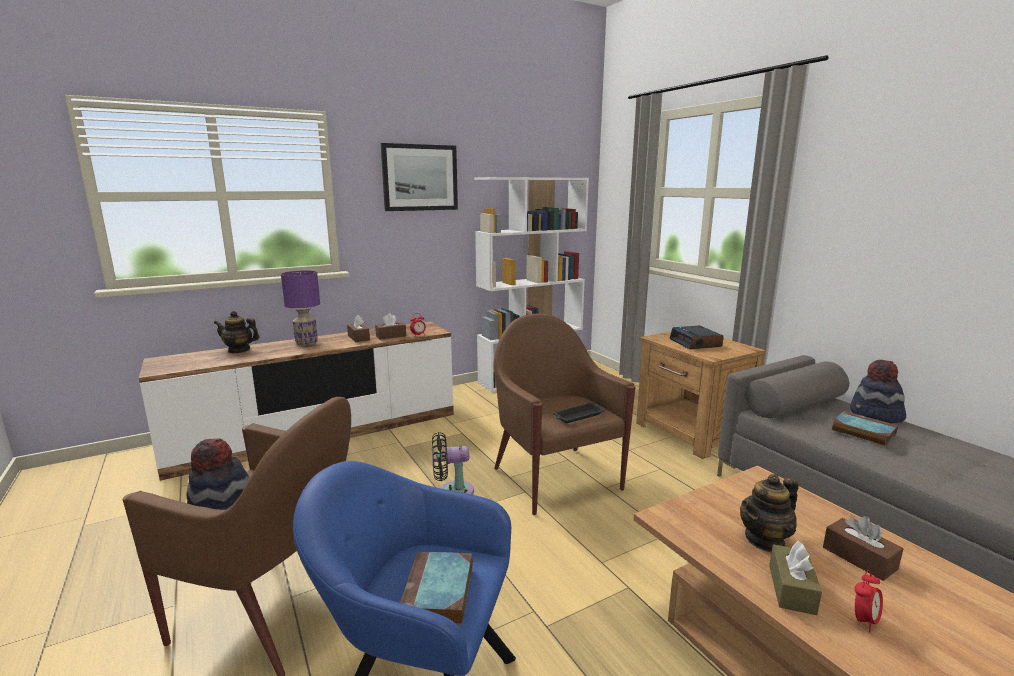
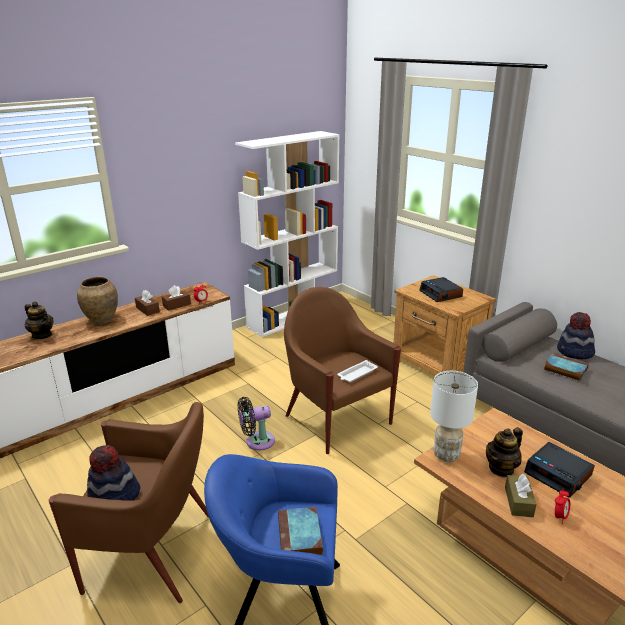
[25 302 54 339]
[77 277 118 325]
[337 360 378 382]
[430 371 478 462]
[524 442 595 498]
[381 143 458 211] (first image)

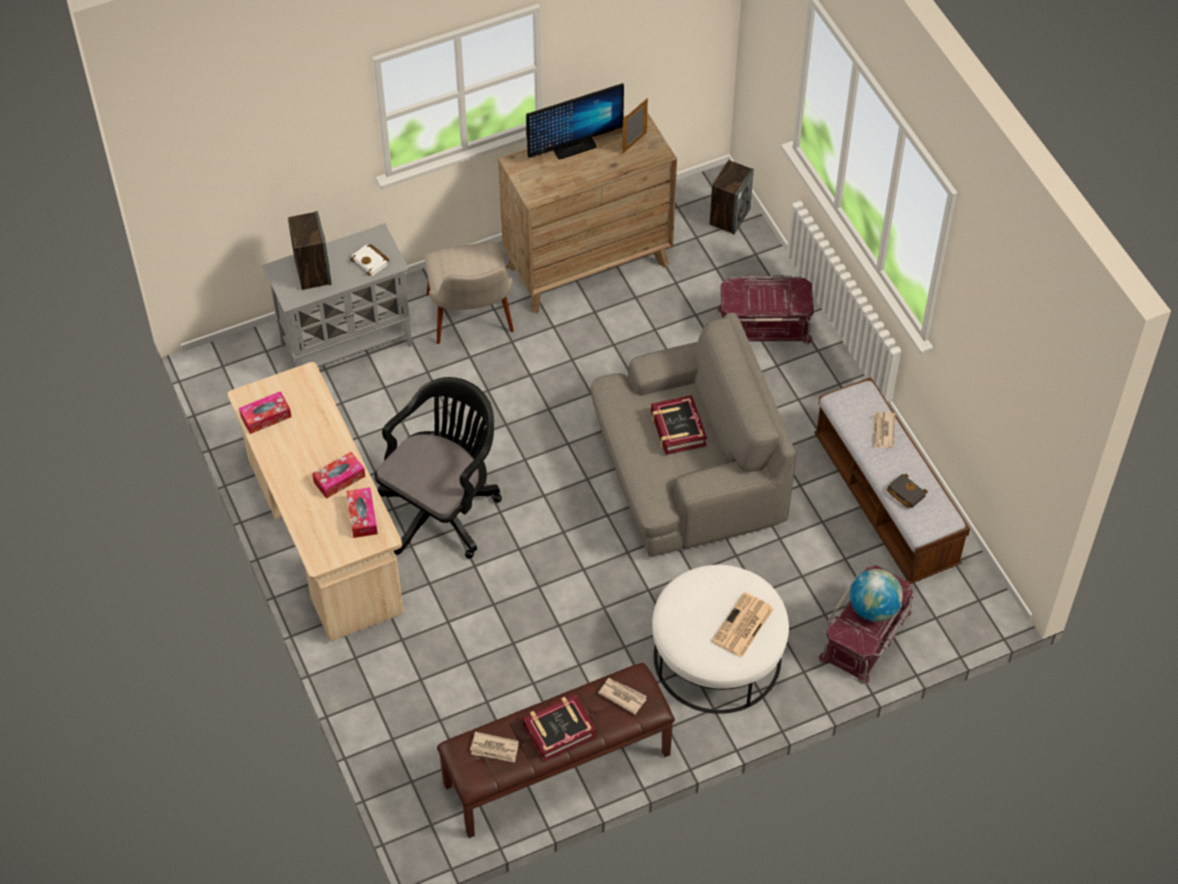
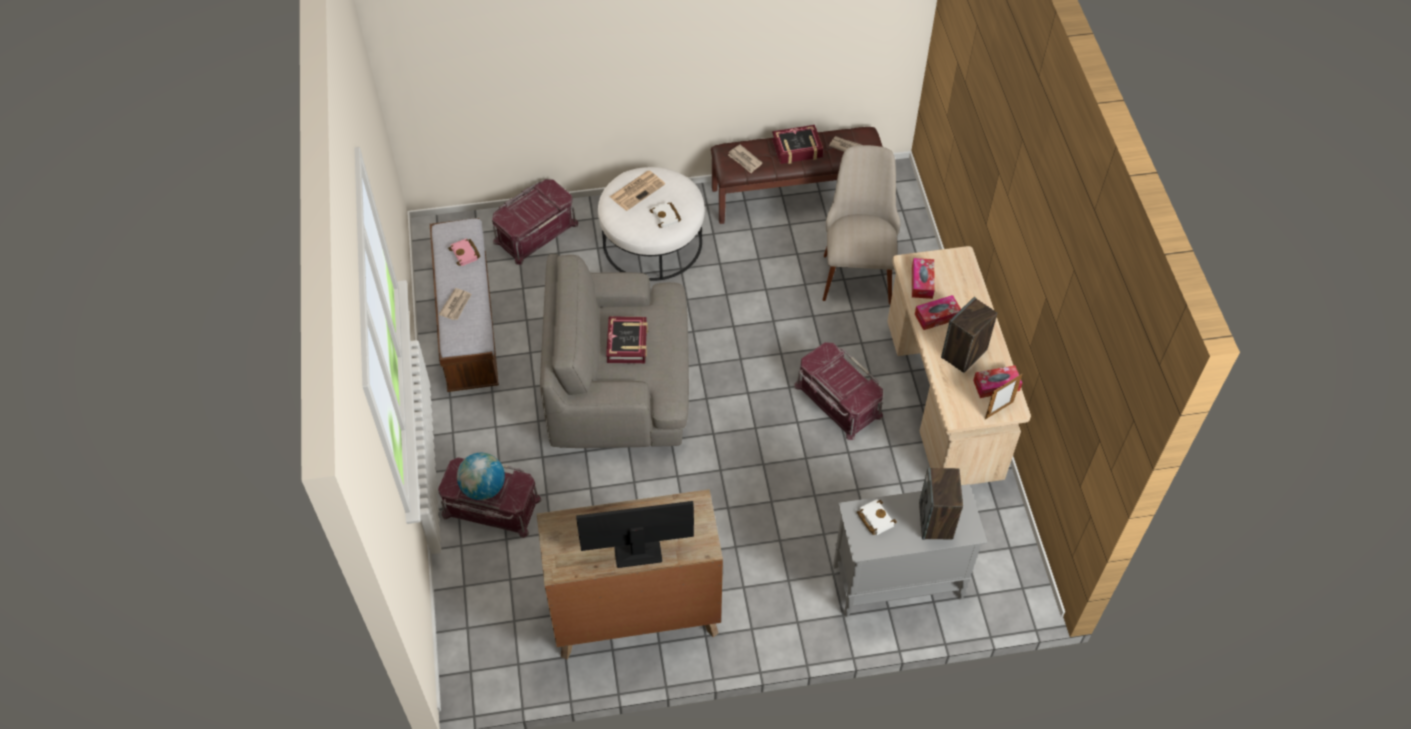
[448 238 480 266]
[457 453 505 500]
[650 202 681 228]
[794 342 883 440]
[823 145 900 304]
[941 297 997 373]
[985 374 1022 419]

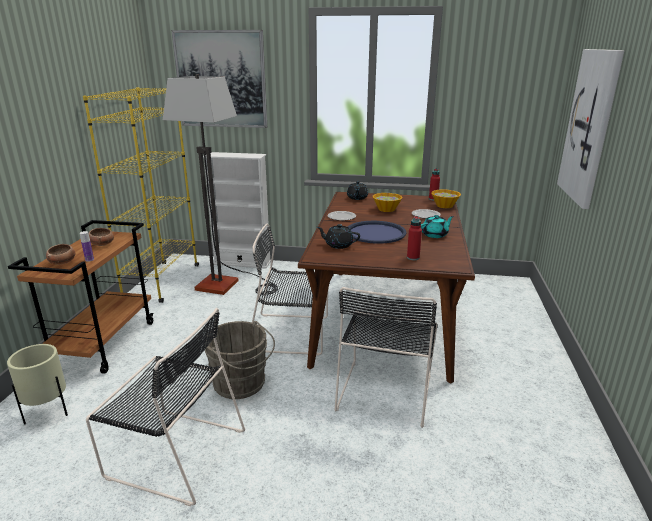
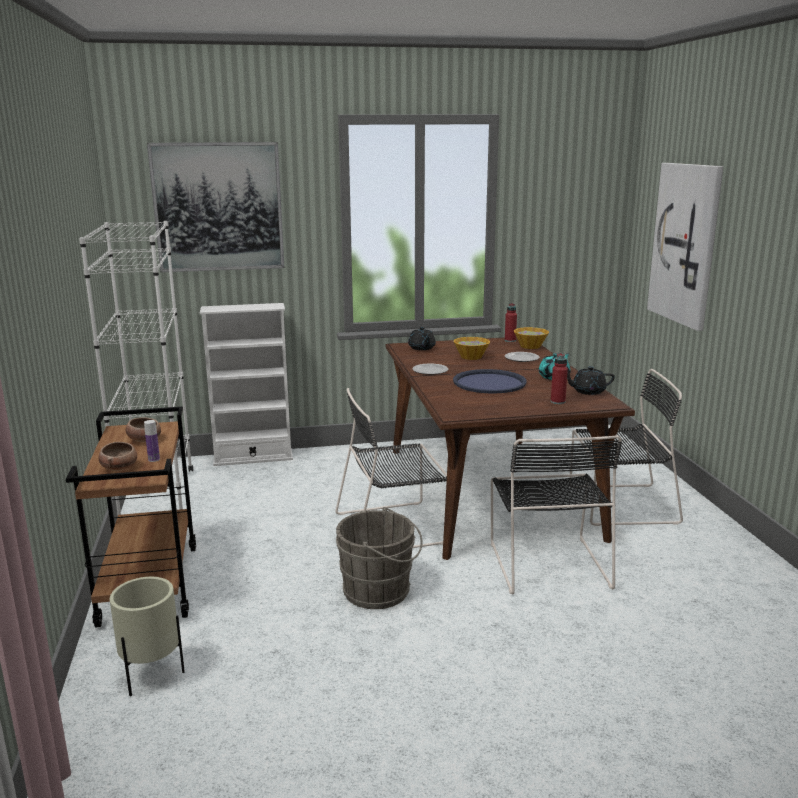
[79 221 193 515]
[567 366 615 395]
[570 369 683 526]
[163 74 278 295] (first image)

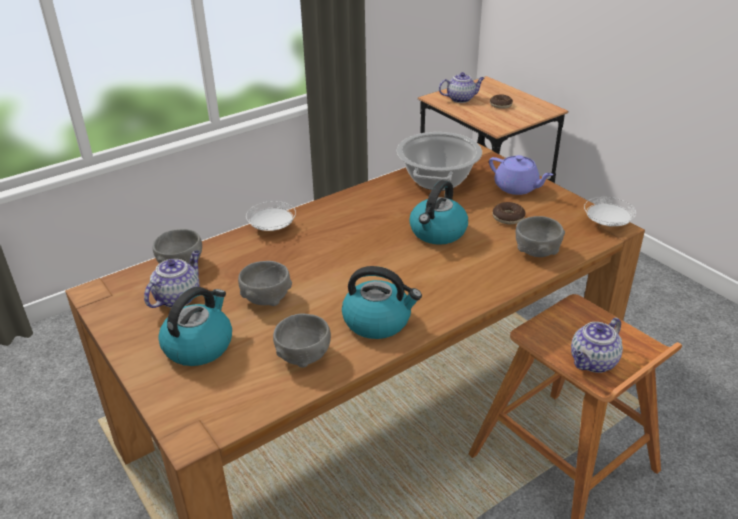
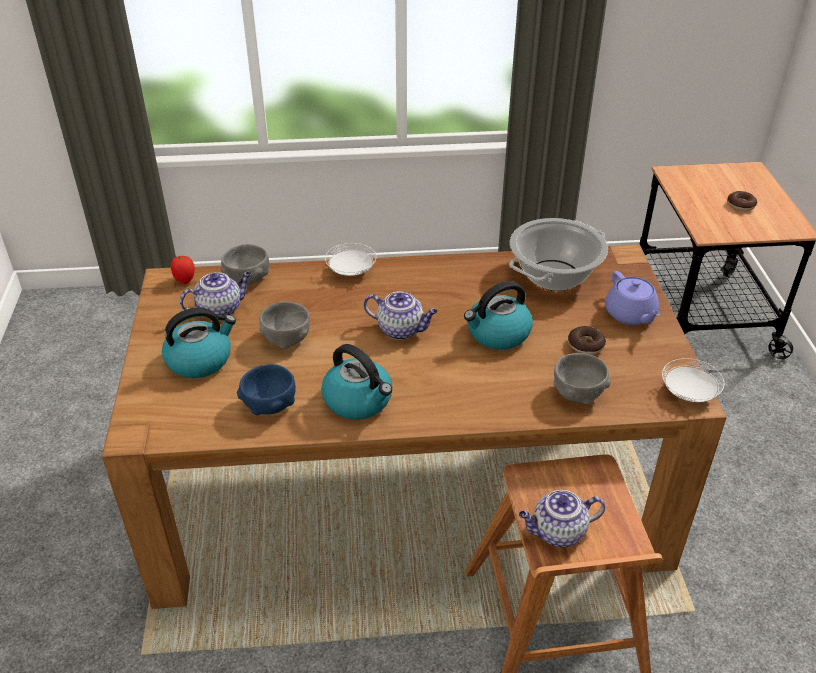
[171 256 195 284]
[237 364 296 416]
[364 291 438 340]

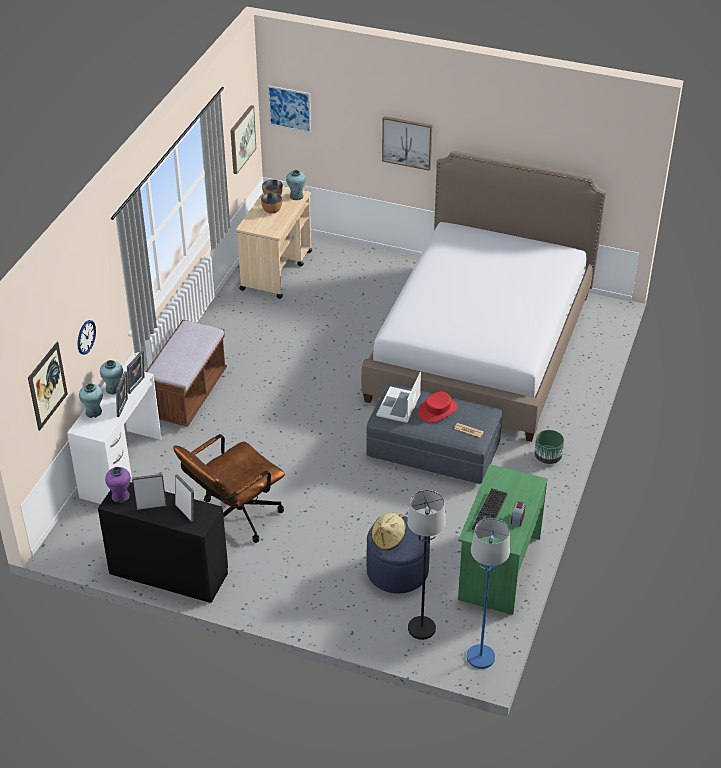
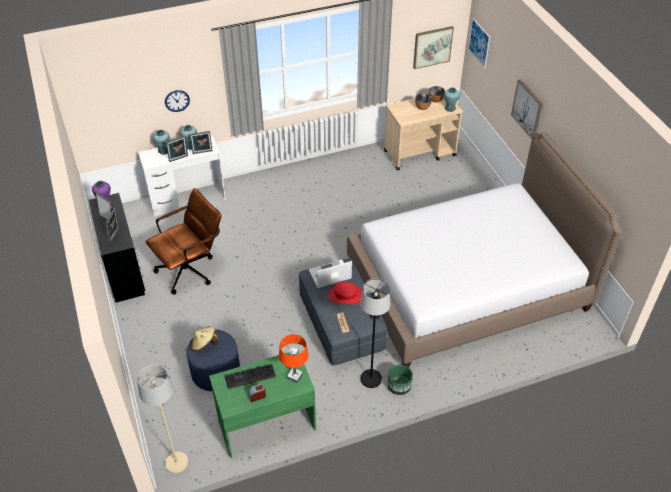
[137 365 188 474]
[146 188 222 295]
[279 334 309 383]
[360 279 391 388]
[28 342 68 431] (first image)
[146 320 227 427] (first image)

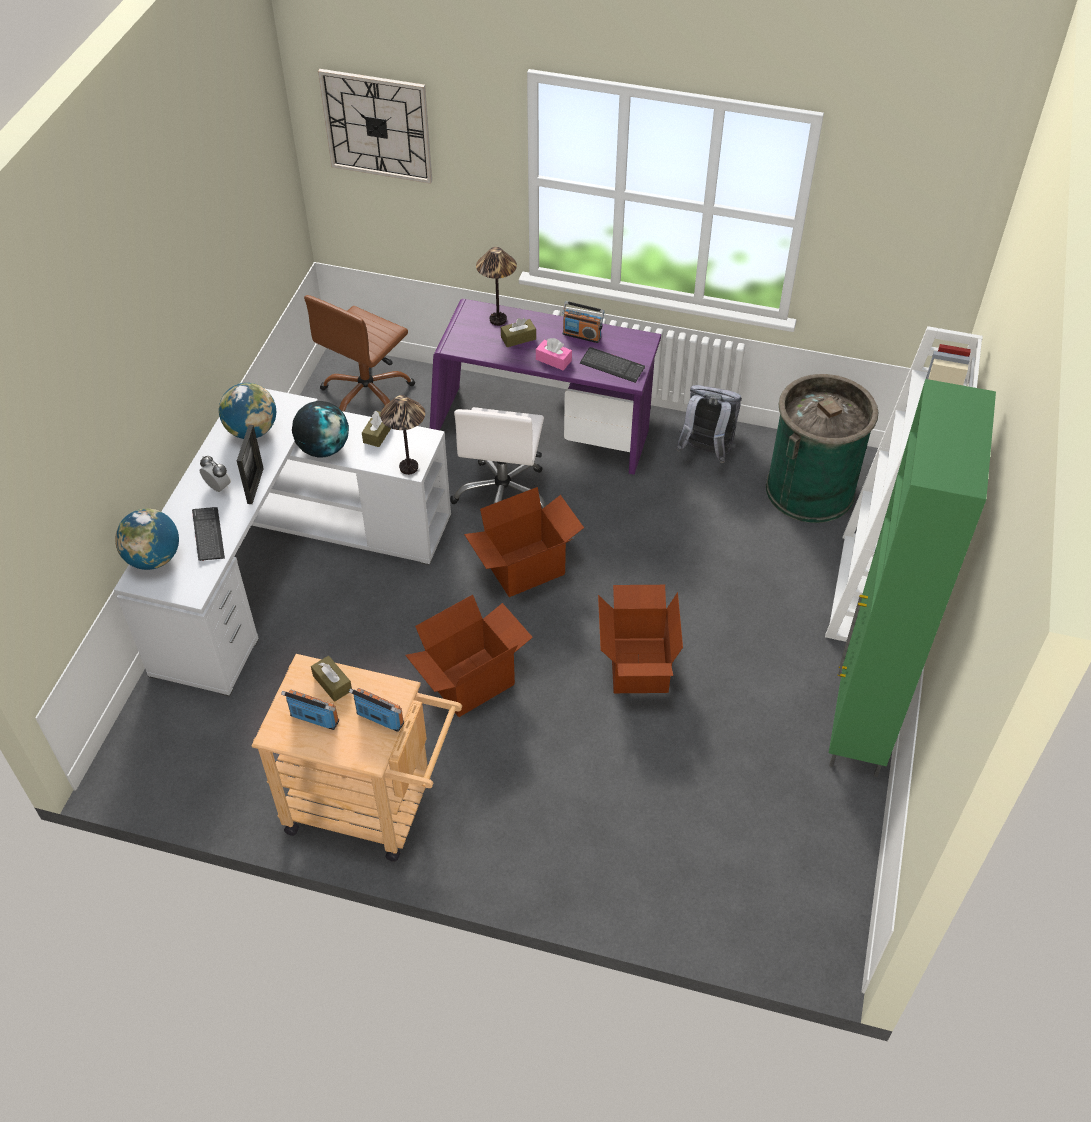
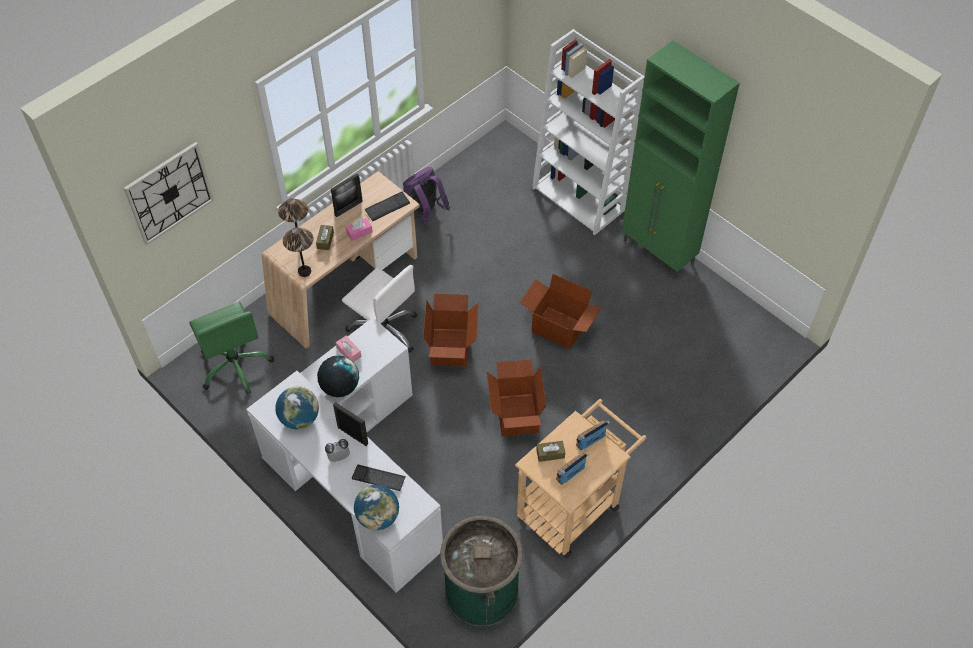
[189 302 274 395]
[262 171 420 349]
[283 227 314 277]
[331 173 363 217]
[336 336 361 362]
[403 167 450 225]
[440 516 523 628]

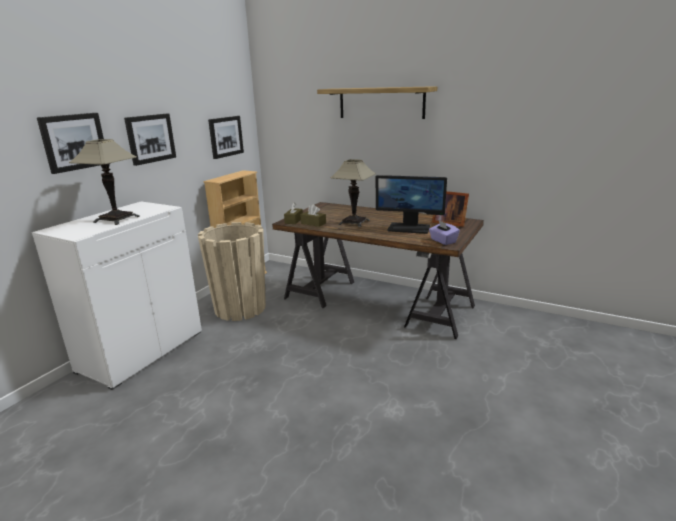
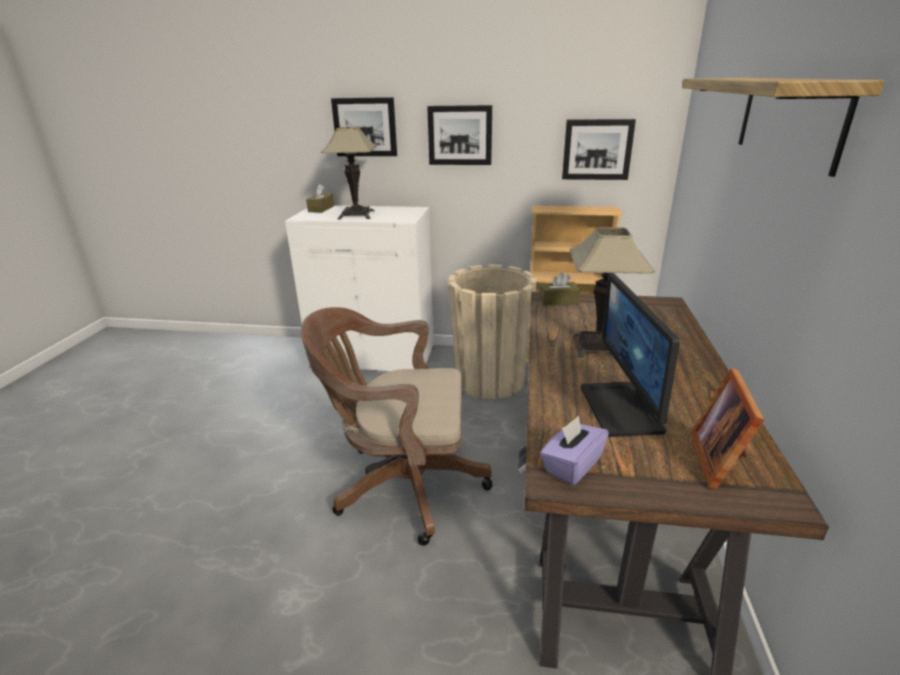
[300 307 493 546]
[306 184 334 213]

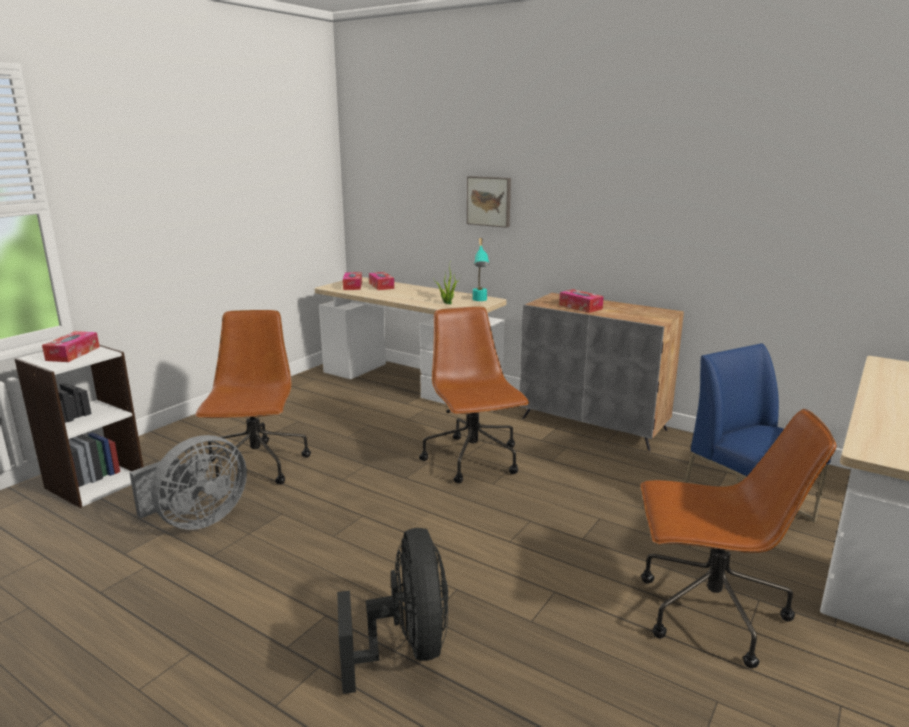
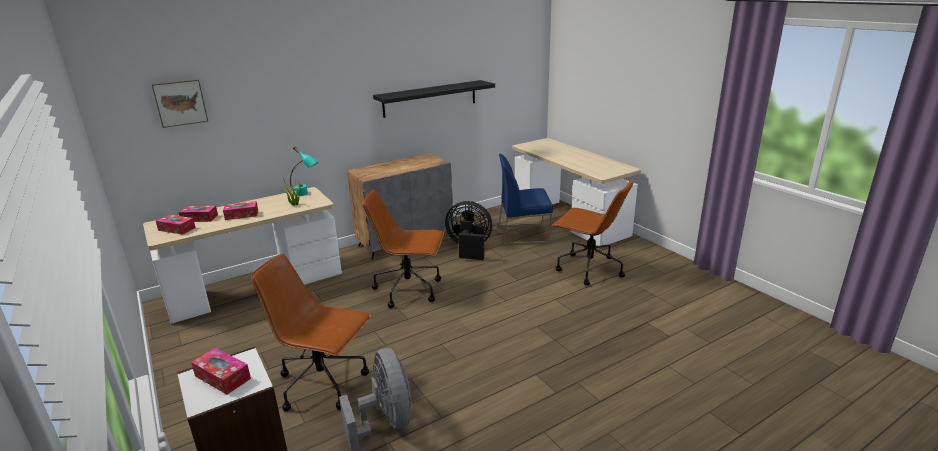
[151 79 208 128]
[223 201 258 220]
[373 80 495 118]
[445 201 492 260]
[551 179 634 285]

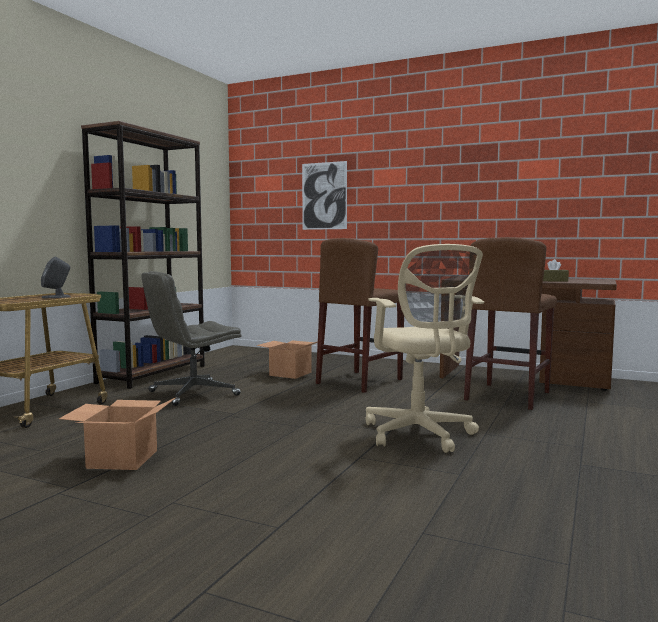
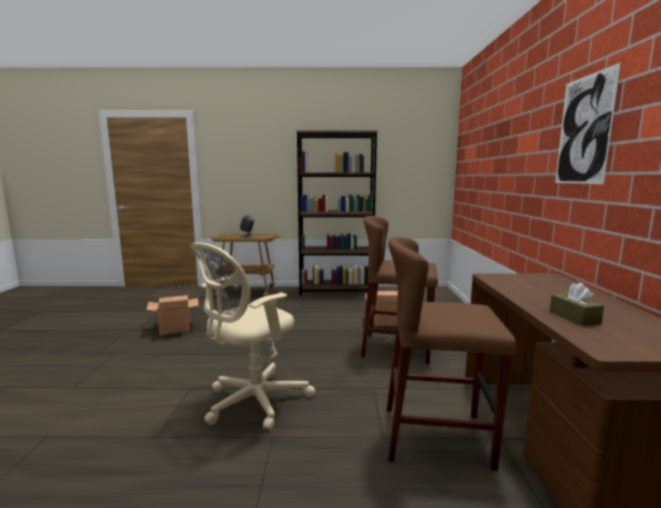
[555 62 621 184]
[142 271 241 406] (first image)

